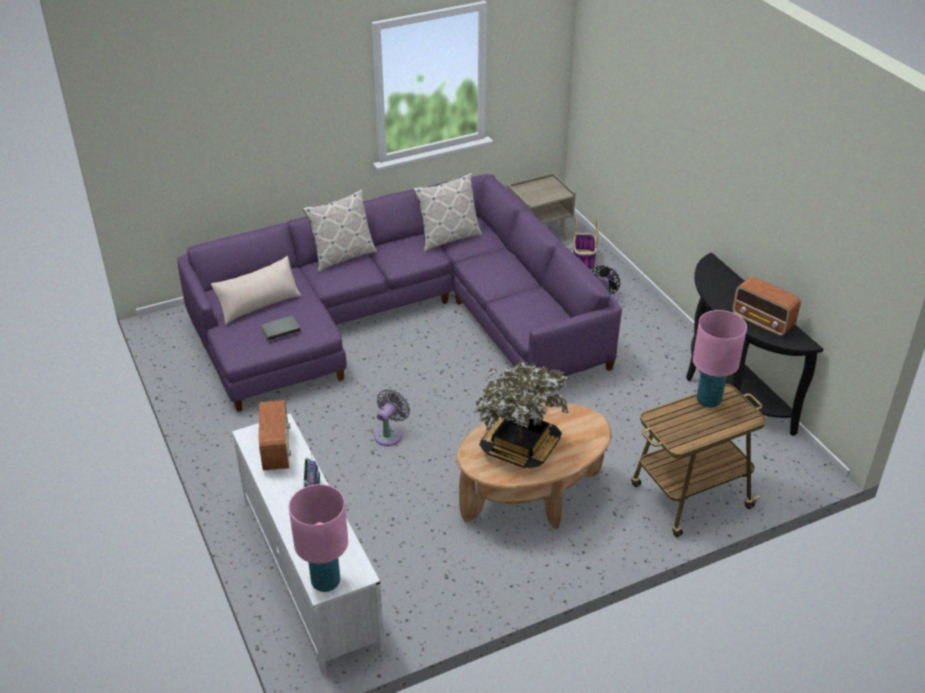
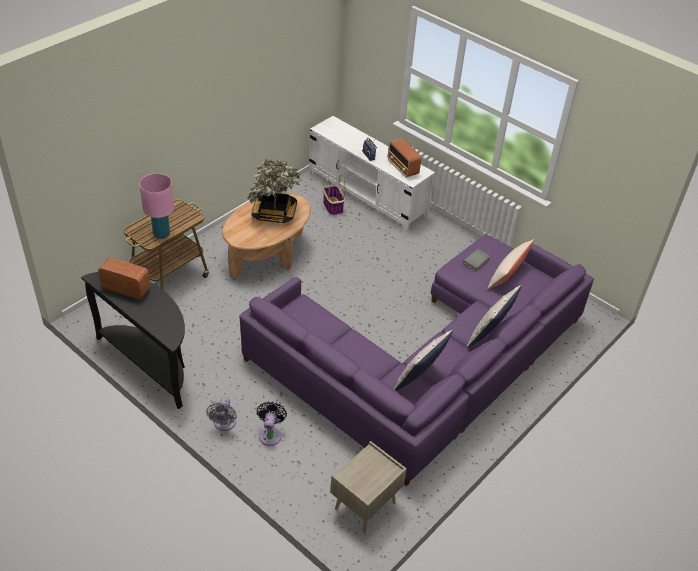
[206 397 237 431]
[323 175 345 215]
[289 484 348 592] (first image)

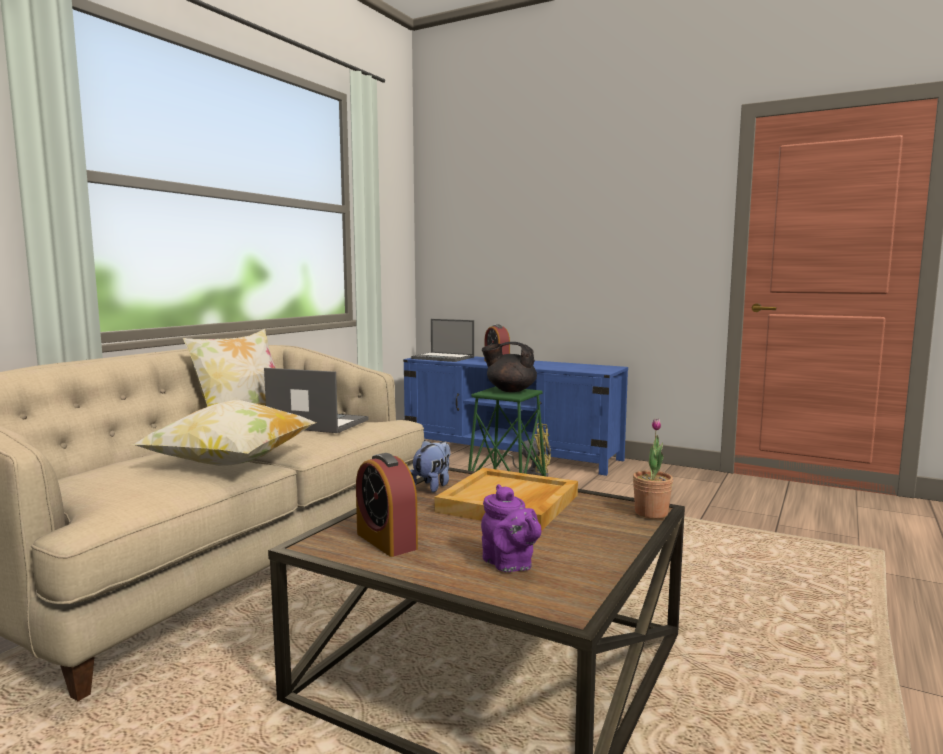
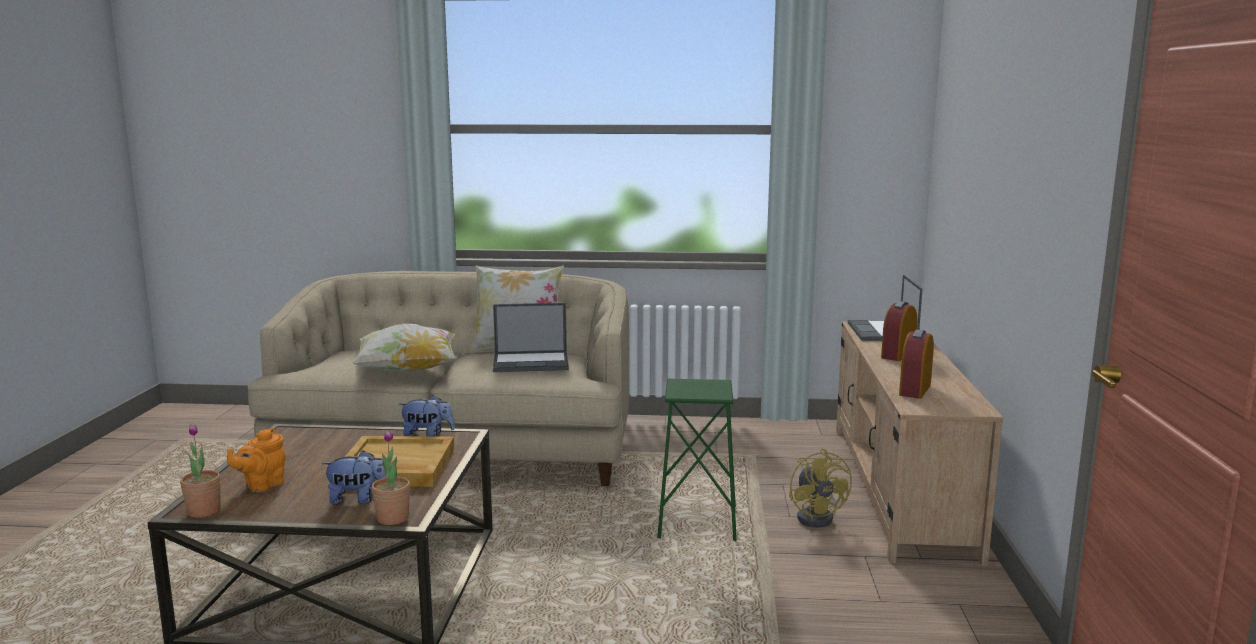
[180 424 221 518]
[227 428 286 492]
[322 450 387 505]
[493 303 569 372]
[836 322 1003 566]
[899 329 934 399]
[482 342 537 392] (first image)

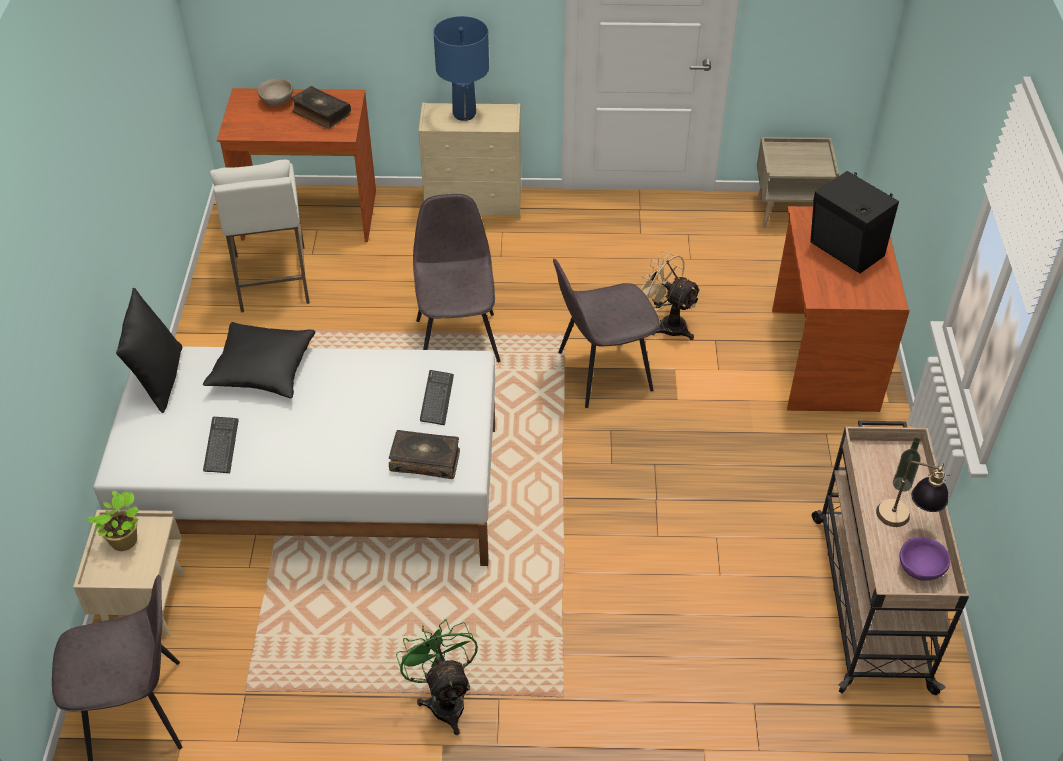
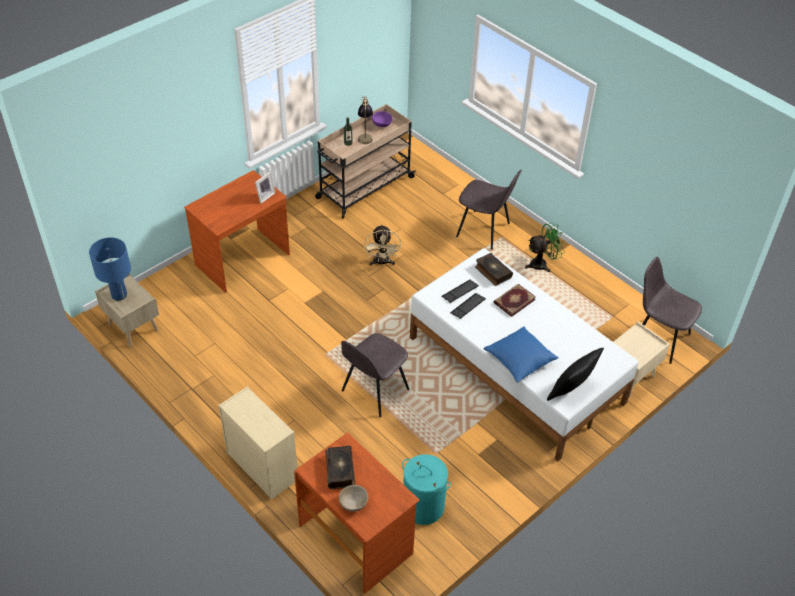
[89 237 131 301]
[255 172 275 203]
[364 224 401 266]
[402 454 451 525]
[450 293 486 319]
[456 170 521 250]
[483 327 559 383]
[494 284 536 317]
[525 223 565 272]
[86 491 139 551] (first image)
[810 171 899 273] (first image)

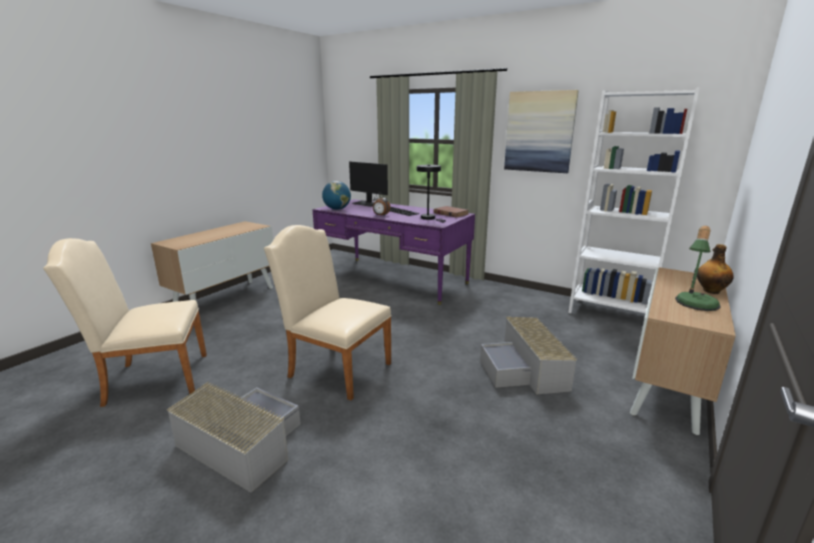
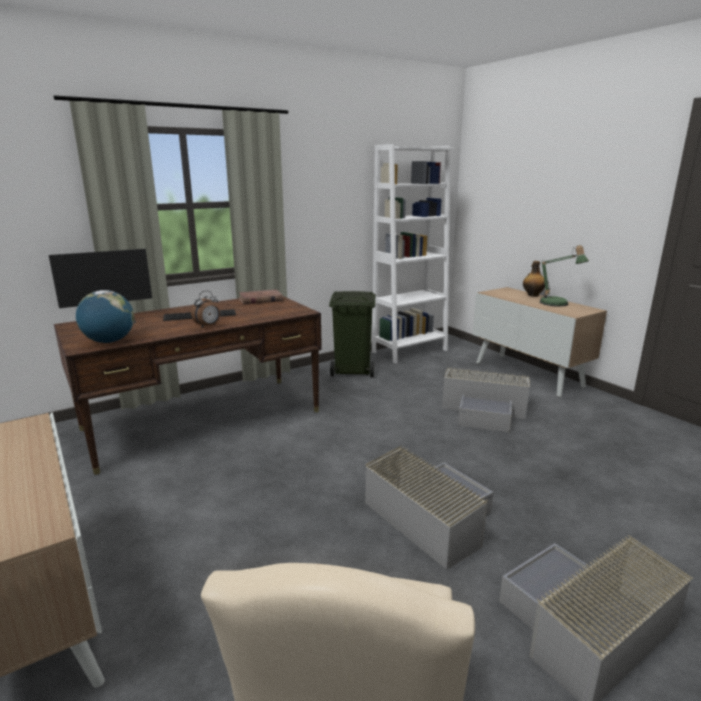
[54 296 322 475]
[329 291 375 377]
[365 446 494 569]
[417 165 446 223] (first image)
[504 90 579 173] (first image)

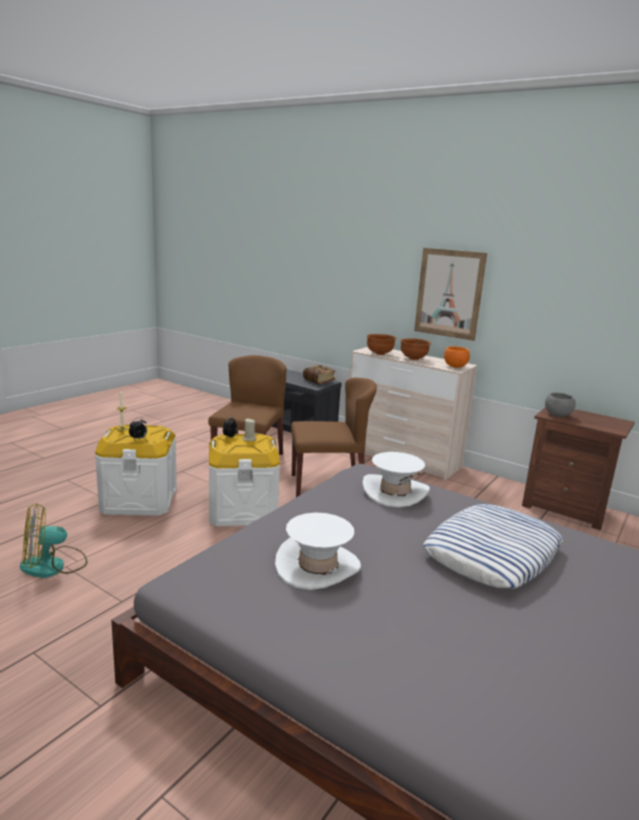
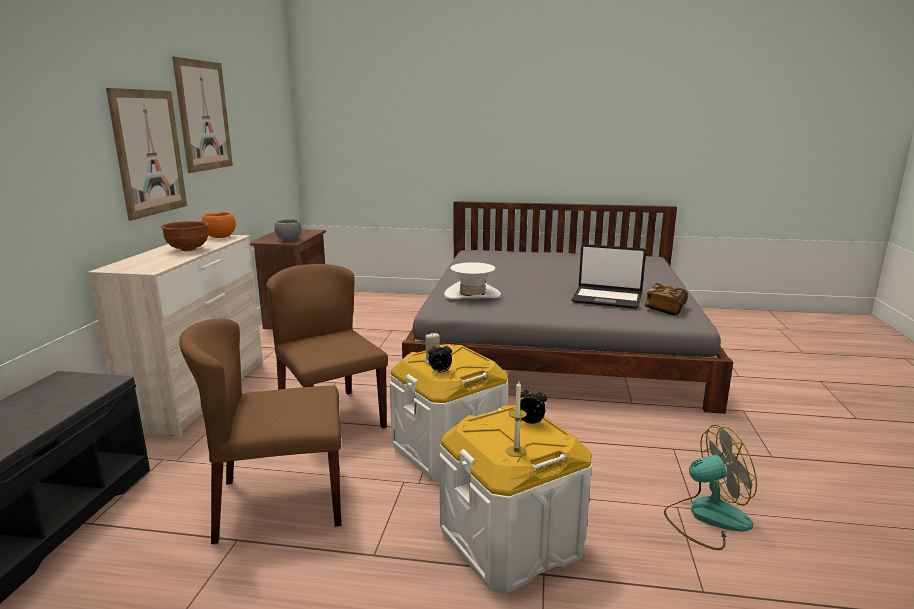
[172 57 233 173]
[571 244 646 309]
[644 283 688 315]
[664 425 757 550]
[367 334 396 355] (first image)
[423 504 563 589] (first image)

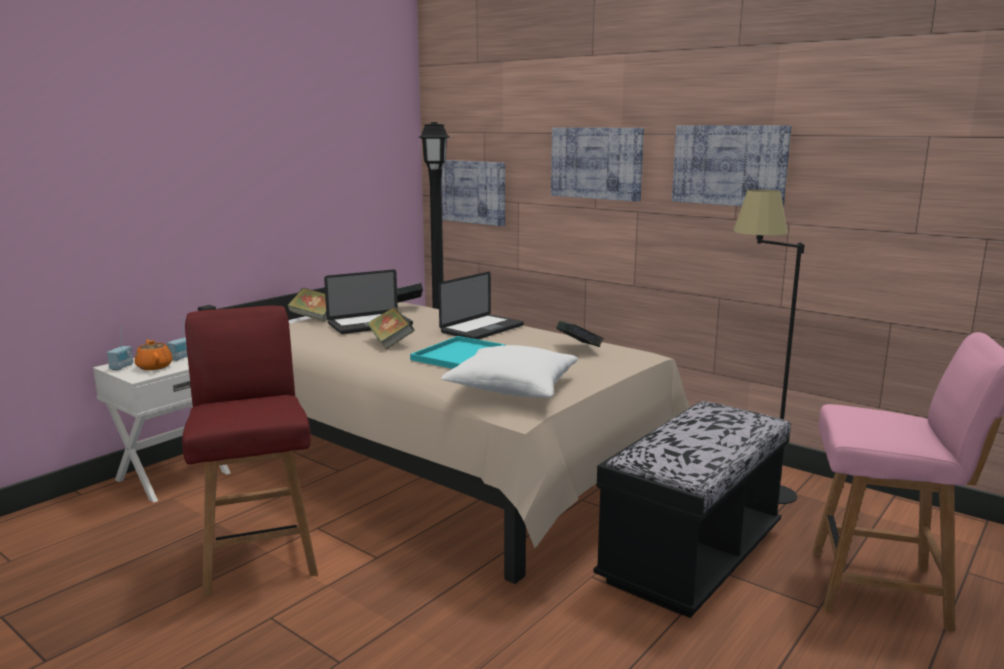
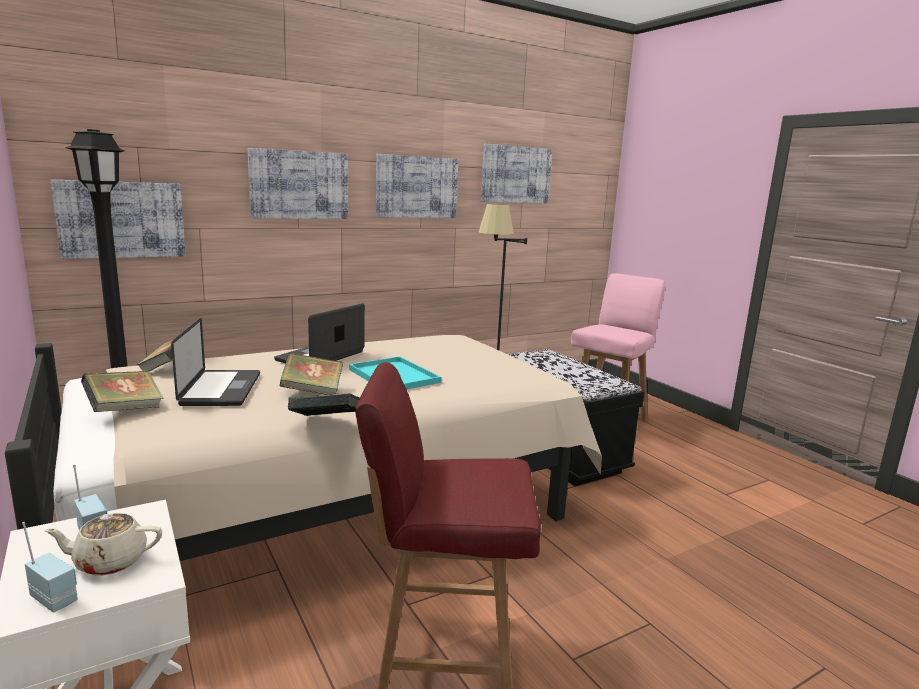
[44 513 162 575]
[274 303 365 363]
[288 394 360 416]
[481 144 552 204]
[441 345 578 398] (first image)

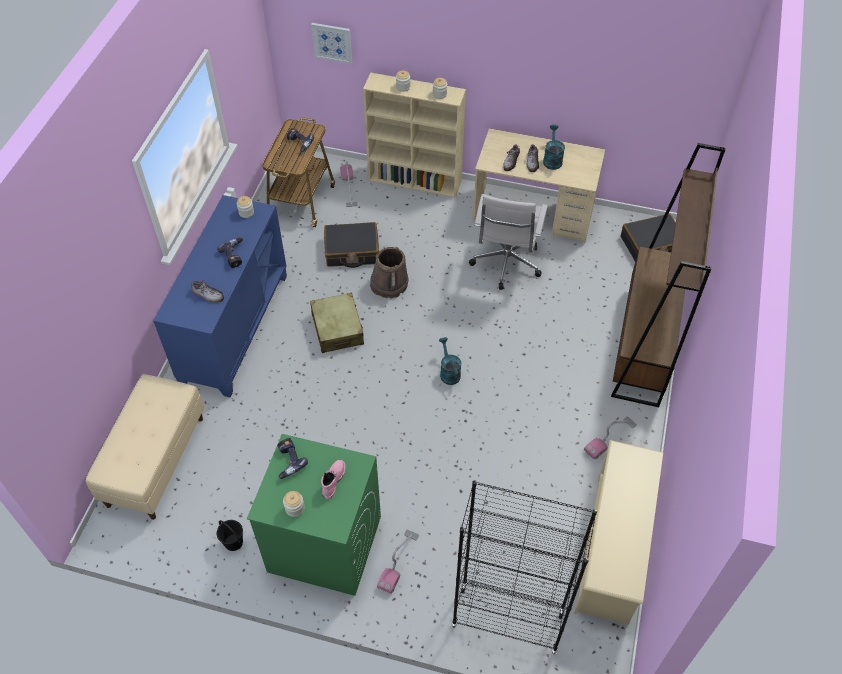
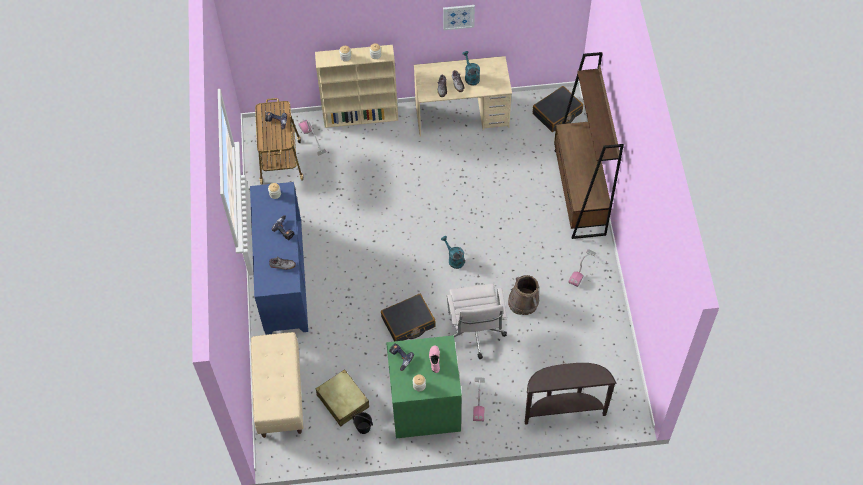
[316 369 369 427]
[381 294 436 341]
[443 5 475 30]
[447 284 507 359]
[508 275 539 315]
[525 363 617 425]
[574 440 663 625] (first image)

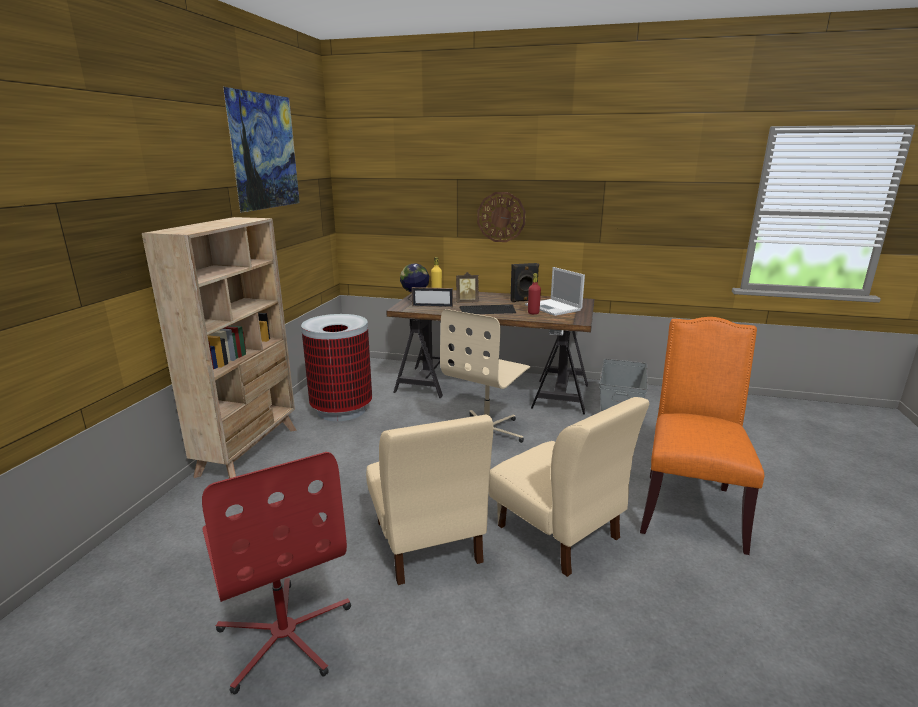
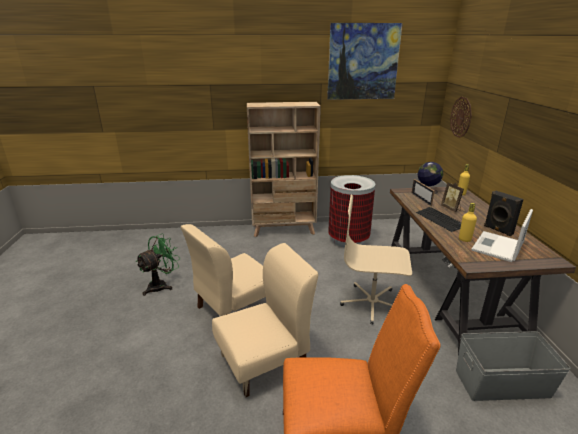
[135 233 180 296]
[212 243 318 397]
[450 97 472 138]
[459 203 477 242]

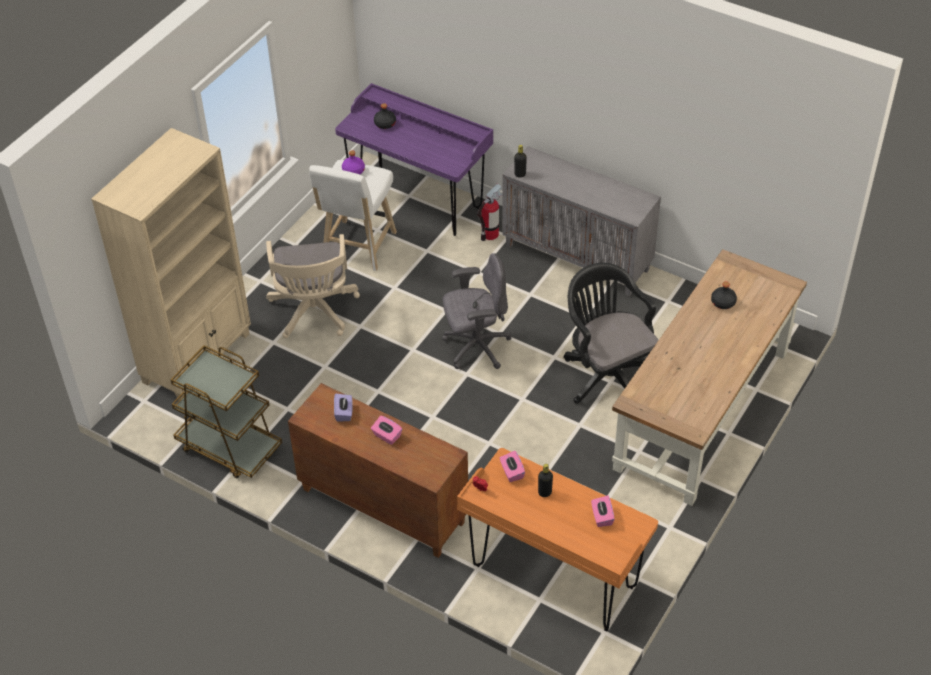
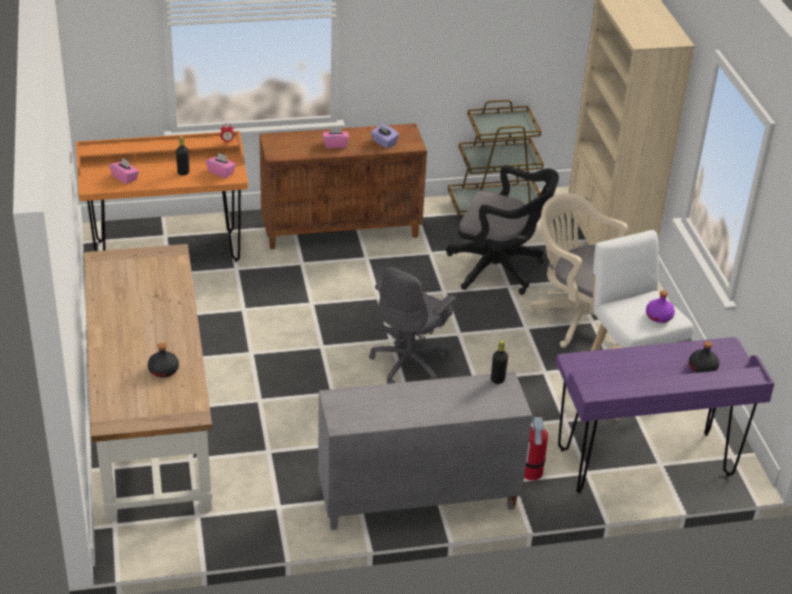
[446 165 559 295]

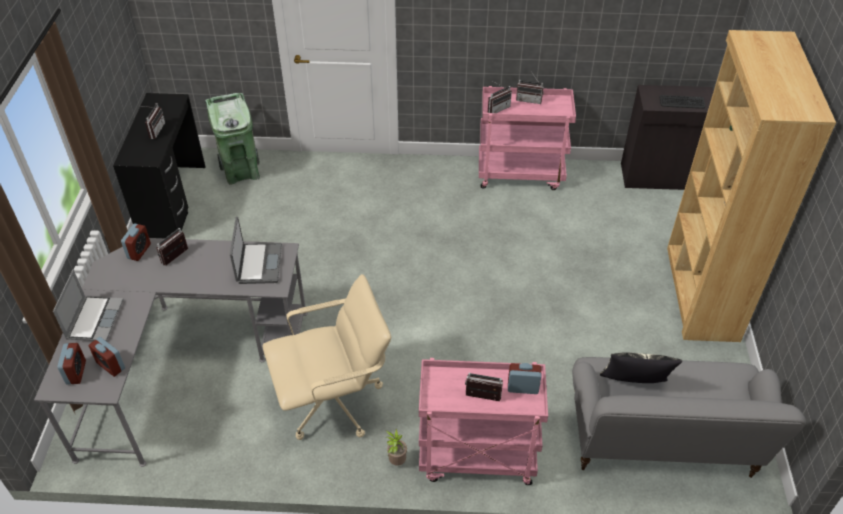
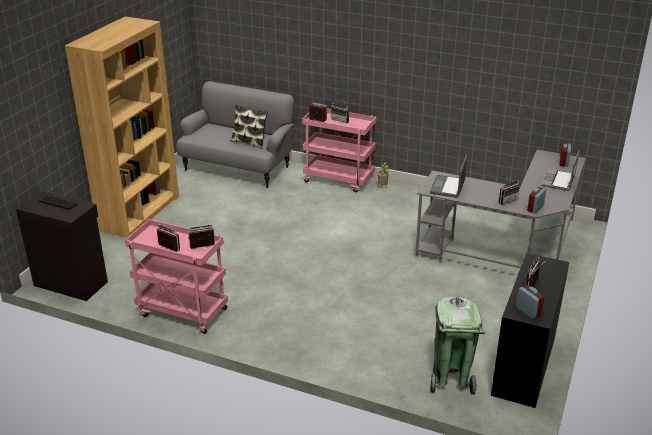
[516 285 544 319]
[263 274 391 440] (first image)

